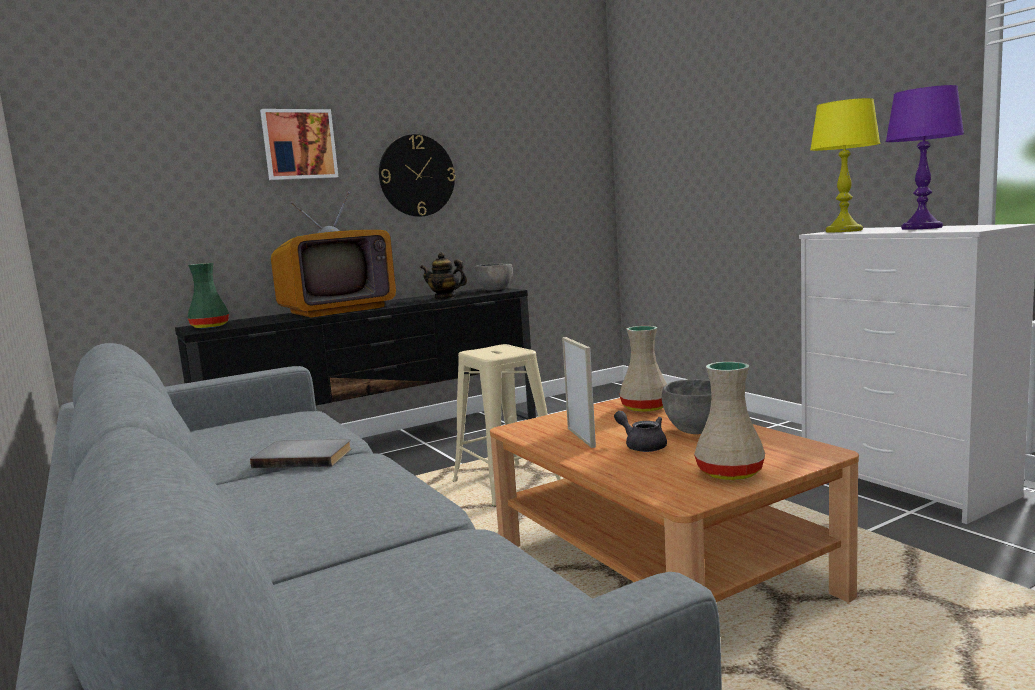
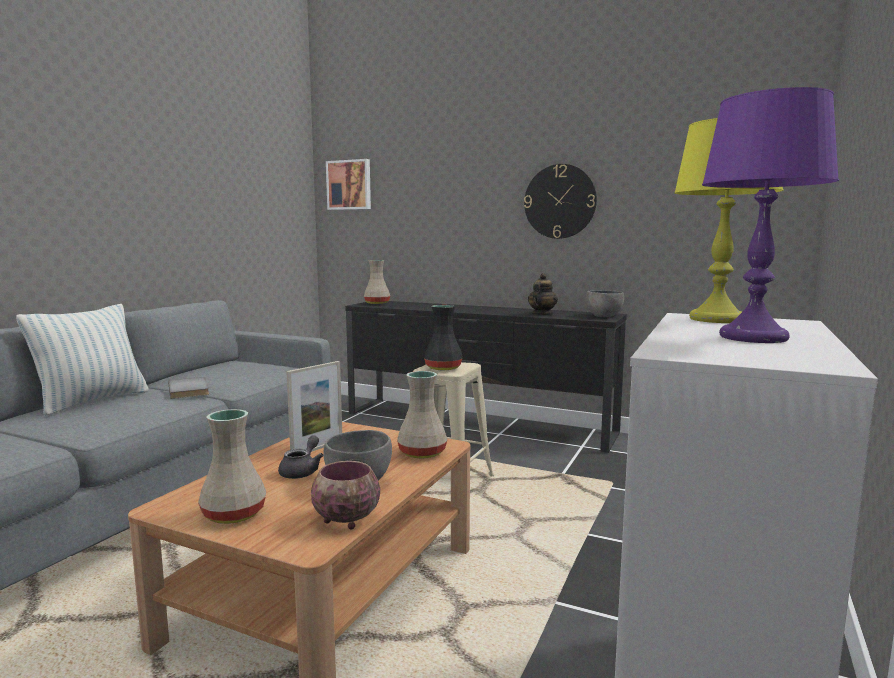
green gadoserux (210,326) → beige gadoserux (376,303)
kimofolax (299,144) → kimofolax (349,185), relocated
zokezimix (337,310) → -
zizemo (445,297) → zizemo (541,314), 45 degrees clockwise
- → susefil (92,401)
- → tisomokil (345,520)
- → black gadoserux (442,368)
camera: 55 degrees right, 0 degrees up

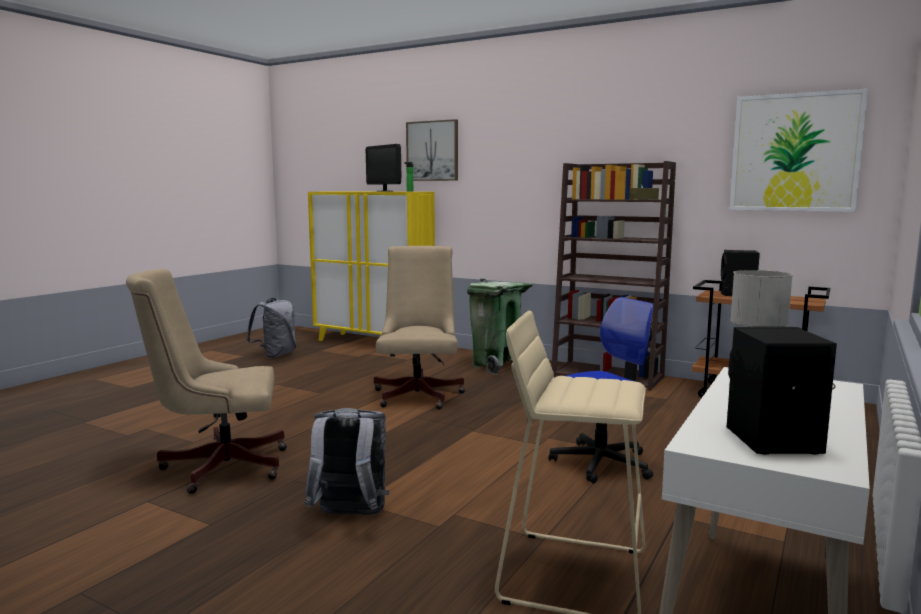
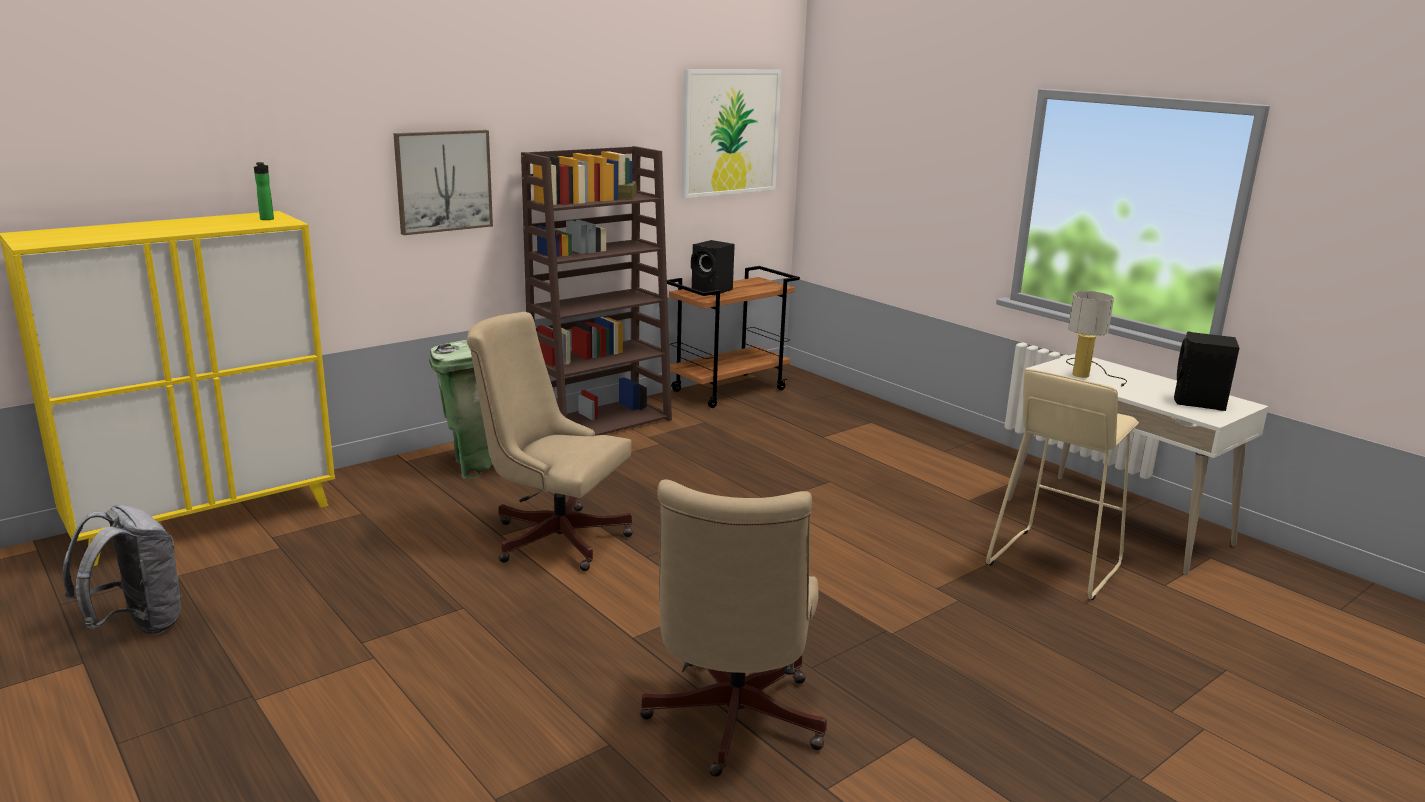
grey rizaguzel (349,516) → -
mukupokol (385,191) → -
kimofolax (432,151) → kimofolax (443,181), relocated
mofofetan (602,463) → -
camera: 70 degrees left, 10 degrees up

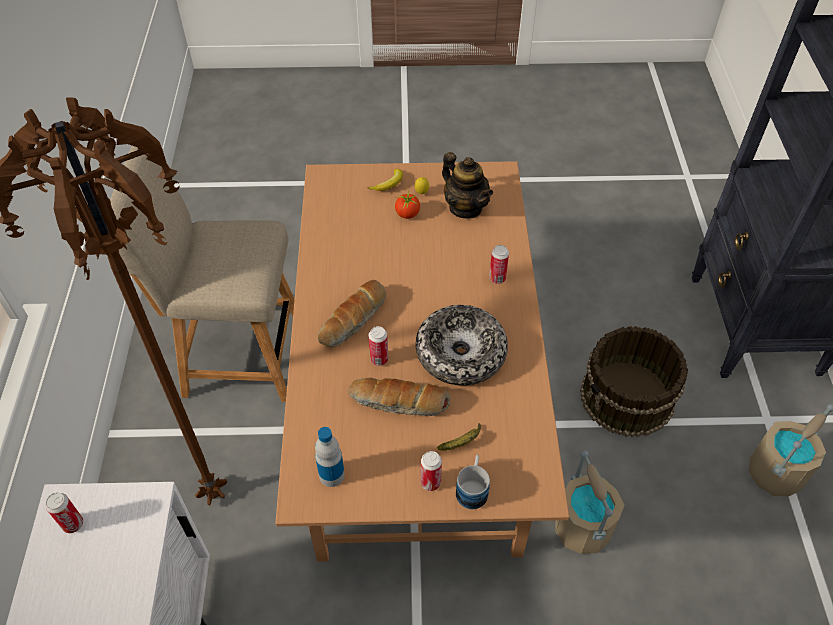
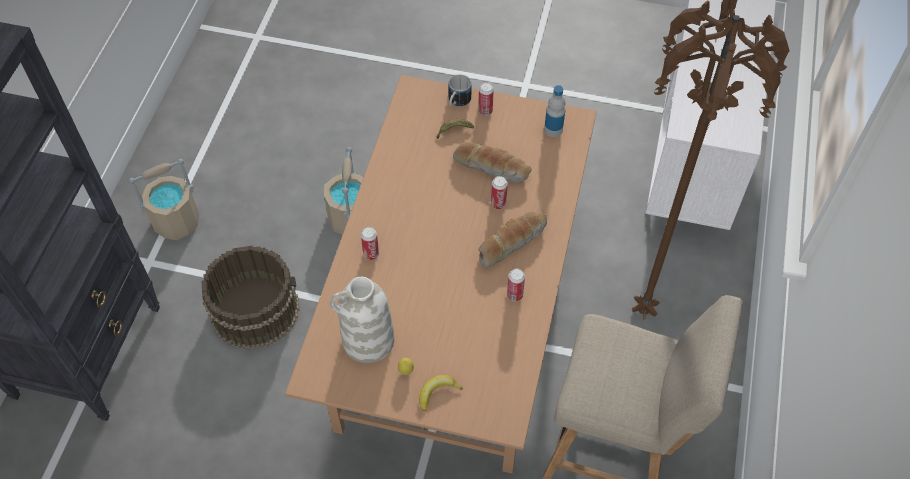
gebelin (73,524) → gebelin (514,295), relocated
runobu (407,214) → -
tisomokil (460,353) → -
zizemo (465,207) → white gadoserux (367,341)
camera: 165 degrees left, 5 degrees up

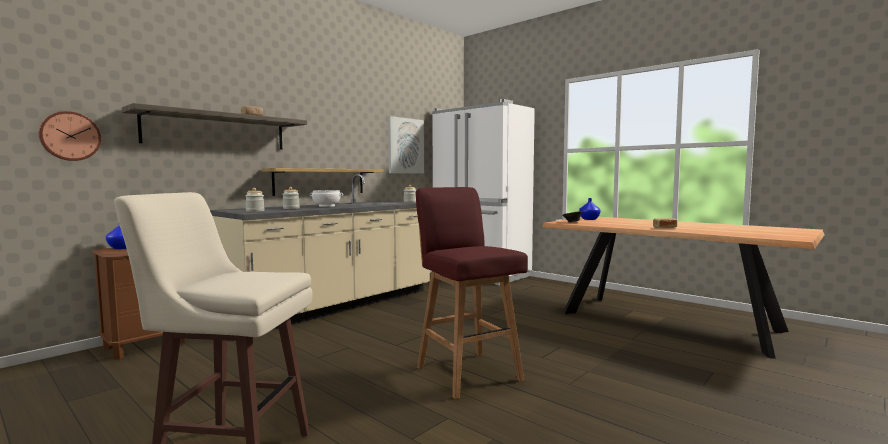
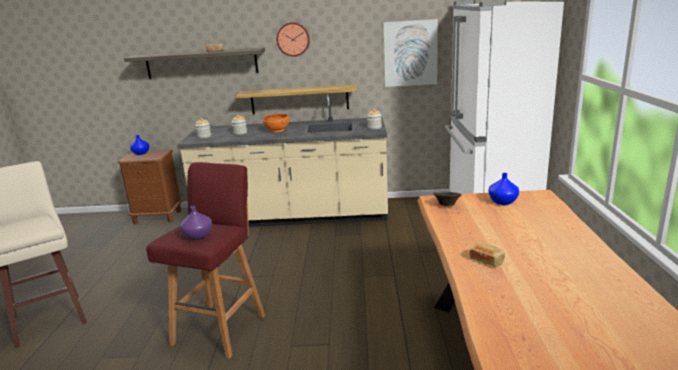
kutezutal (70,136) → kutezutal (293,39), relocated
white tisomokil (327,206) → orange tisomokil (277,130)
- → purple gadoserux (198,236)
camera: 50 degrees right, 15 degrees up

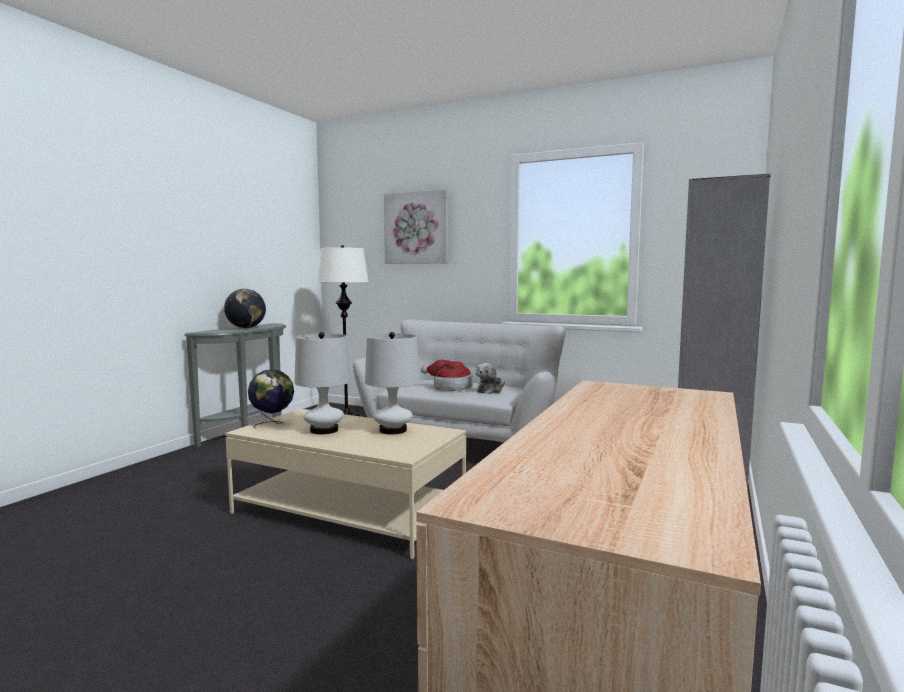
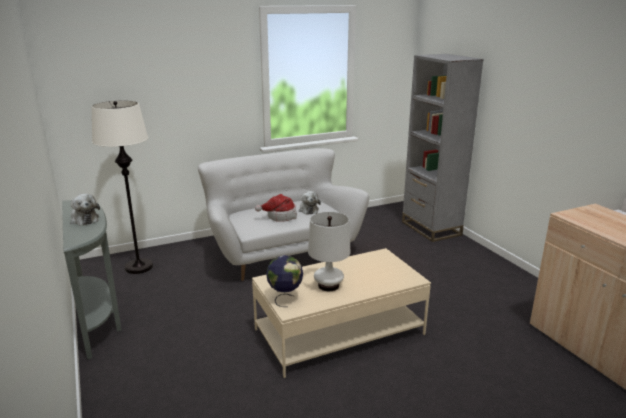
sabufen (246,328) → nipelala (84,219)
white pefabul (393,430) → -
kimofolax (416,228) → -
camera: 50 degrees left, 15 degrees up

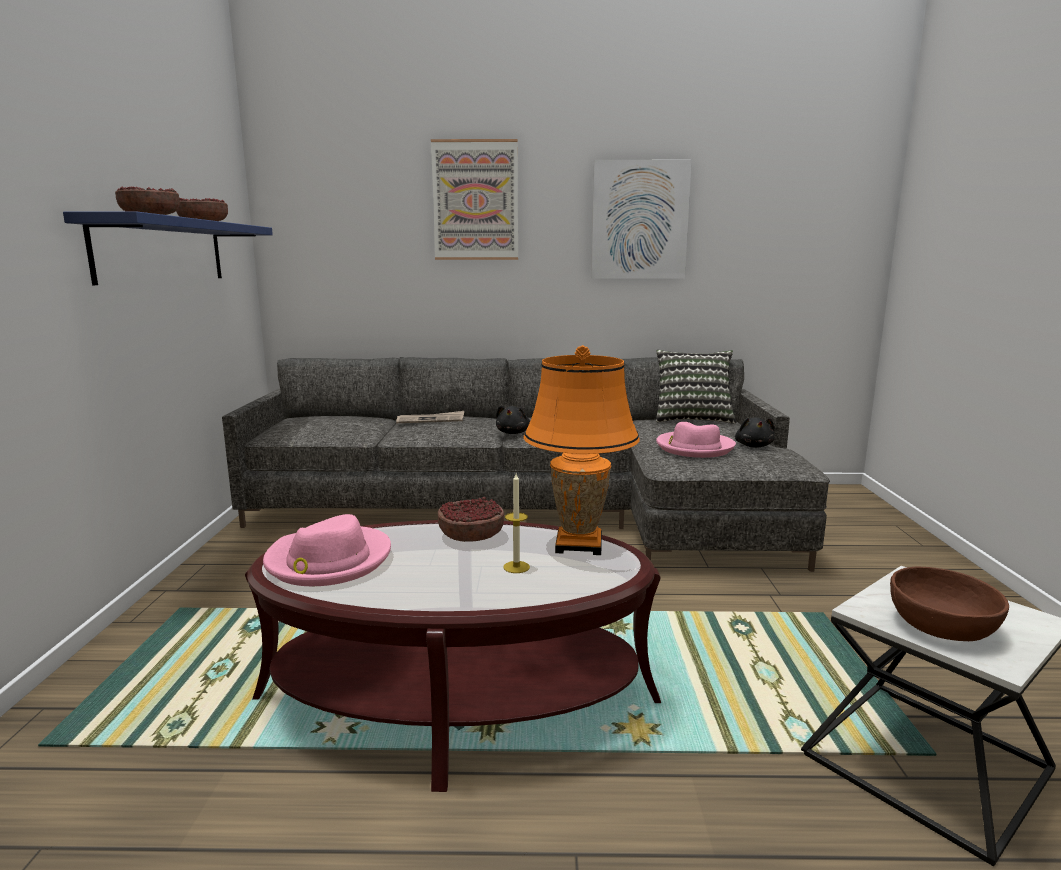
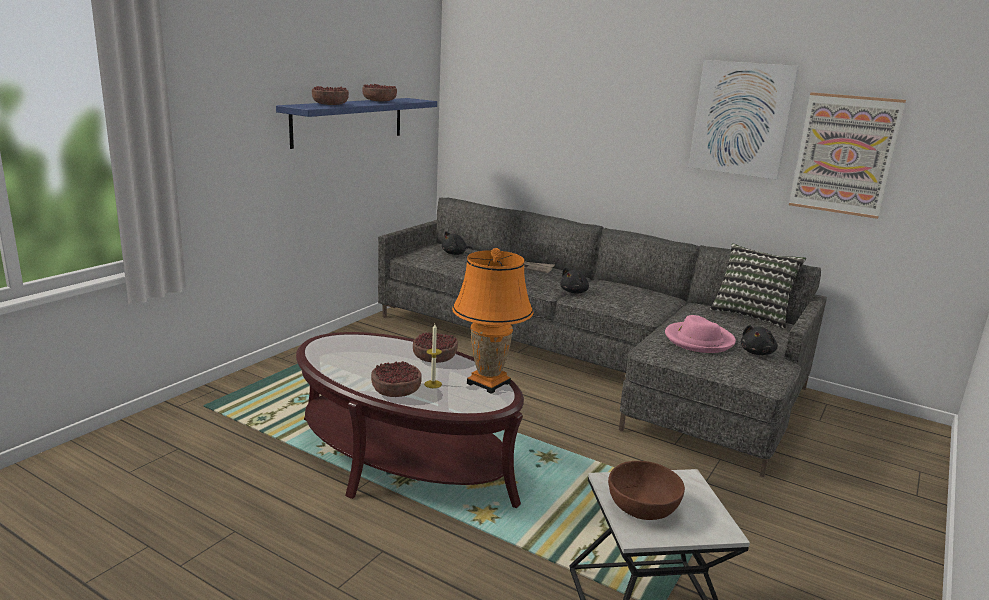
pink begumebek (328,561) → -
kimofolax (475,201) → kimofolax (844,155), relocated
- → tisomokil (396,391)
- → black nipelala (455,254)
camera: 30 degrees right, 5 degrees up

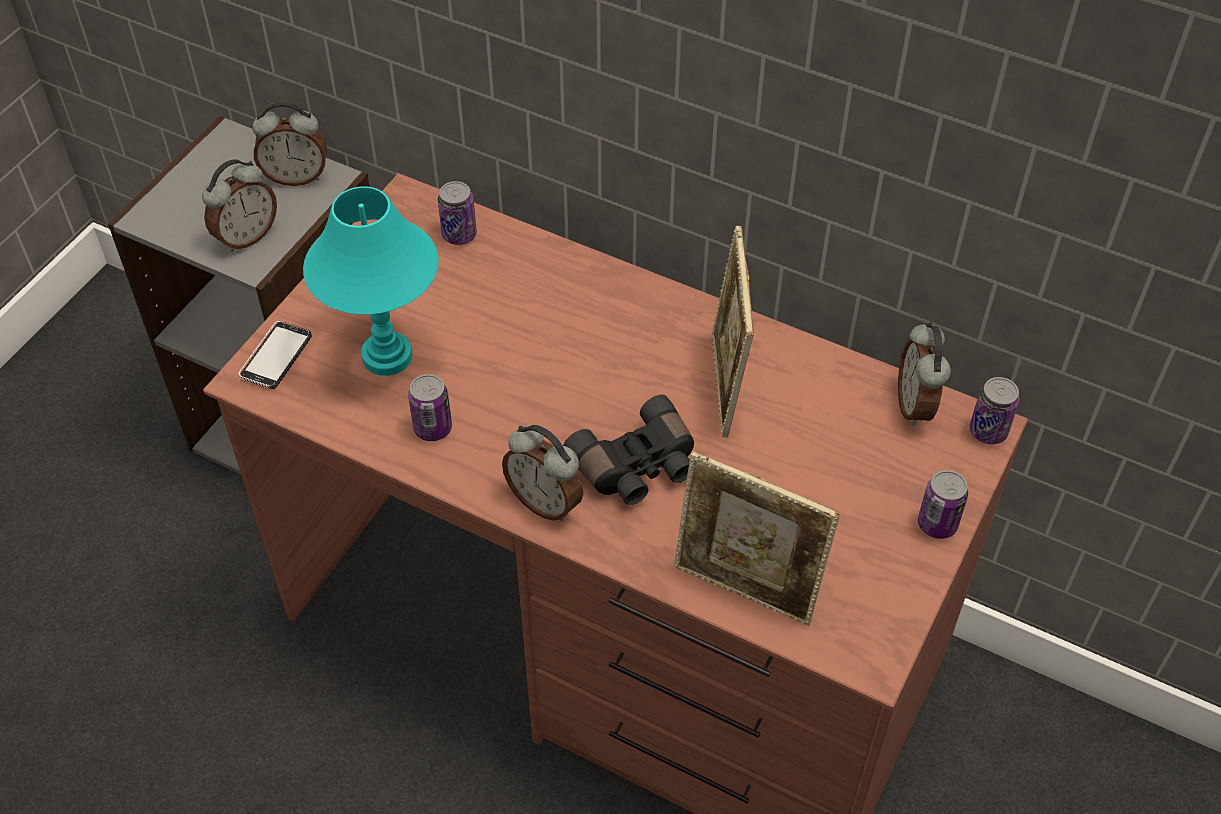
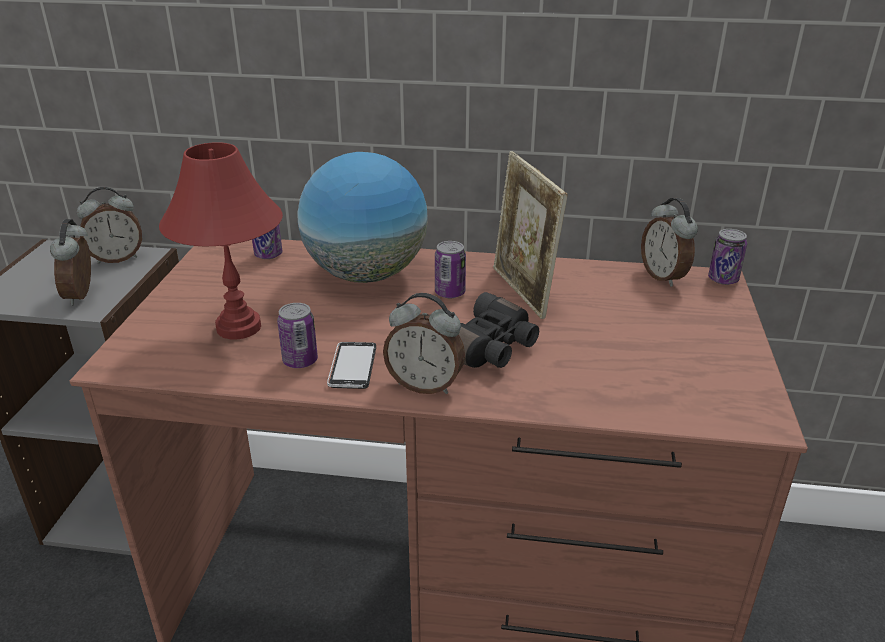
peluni (246,236) → peluni (83,295), 150 degrees clockwise
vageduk (276,357) → vageduk (352,367), relocated
turquoise pefabul (387,355) → red pefabul (239,327)
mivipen (746,589) → -
gebelin (937,524) → gebelin (450,293), relocated
- → sabufen (366,275)
camera: 20 degrees left, 20 degrees down

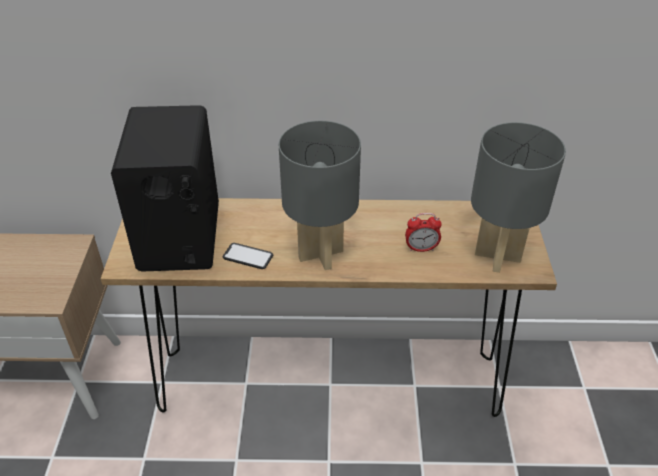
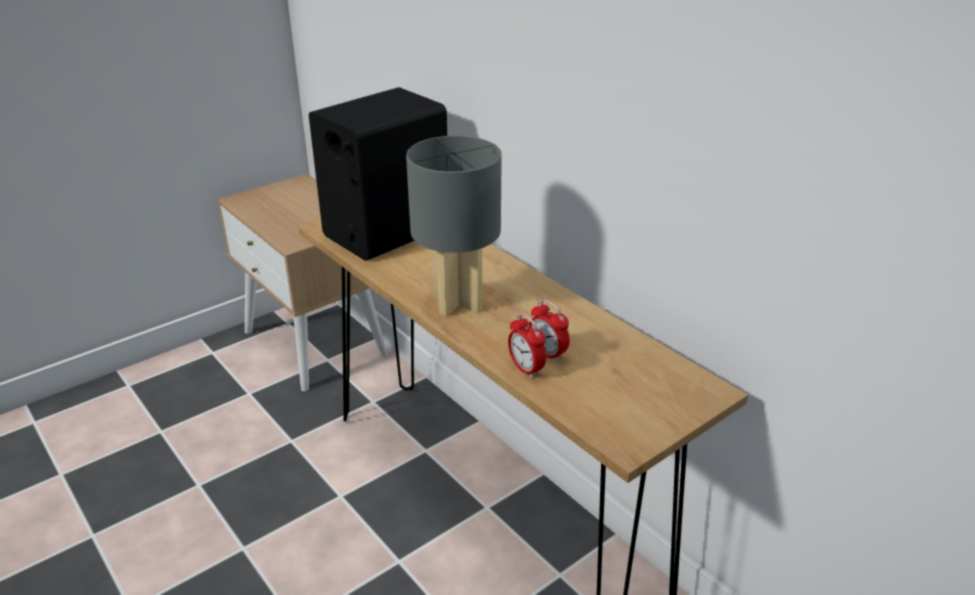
vageduk (248,256) → -
grey pefabul (497,256) → -
- → peluni (526,369)
camera: 50 degrees right, 10 degrees down

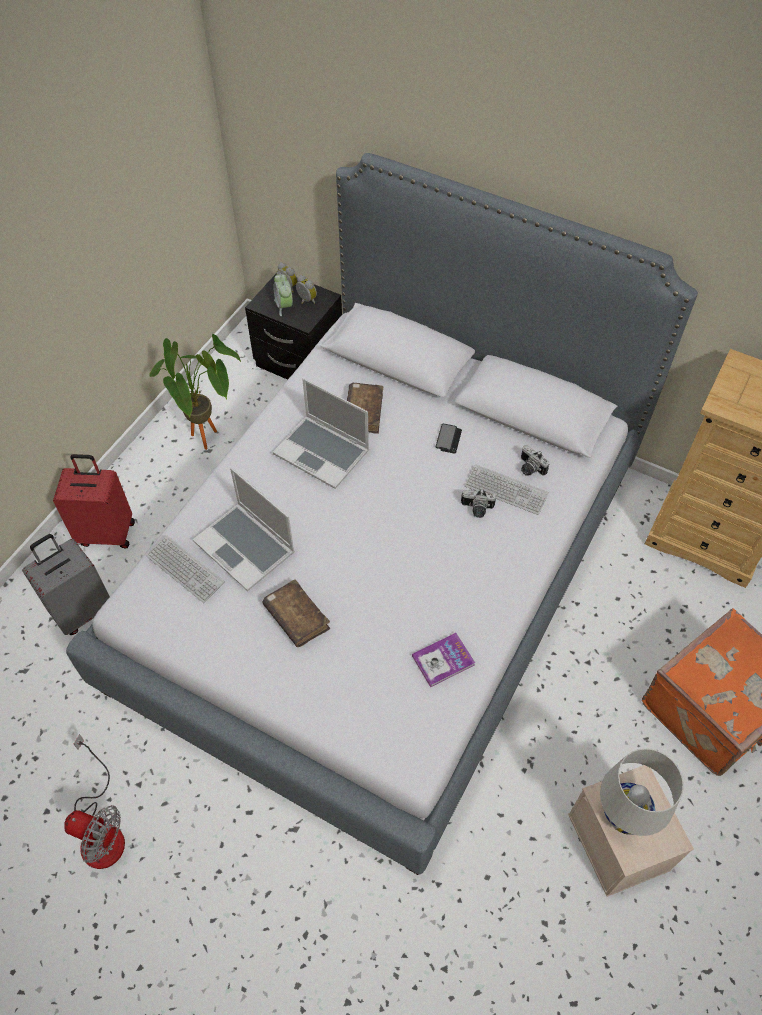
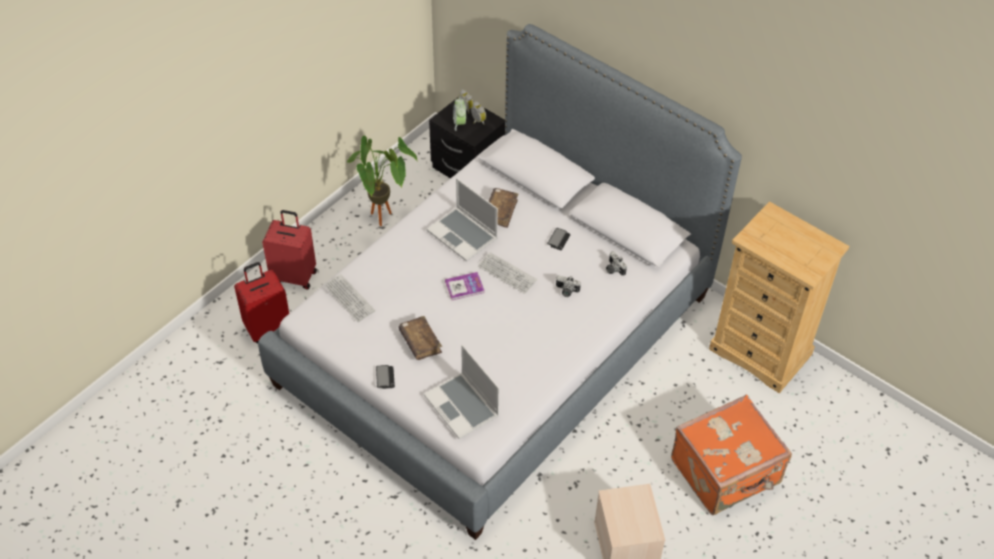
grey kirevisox (82,610) → red kirevisox (268,328)
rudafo (101,829) → -
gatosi (246,547) → gatosi (463,406), relocated
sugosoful (443,660) → sugosoful (464,287), relocated
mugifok (506,490) → mugifok (507,273), relocated
white pefabul (625,813) → -
- → vageduk (385,377)
camera: 10 degrees right, 5 degrees down

